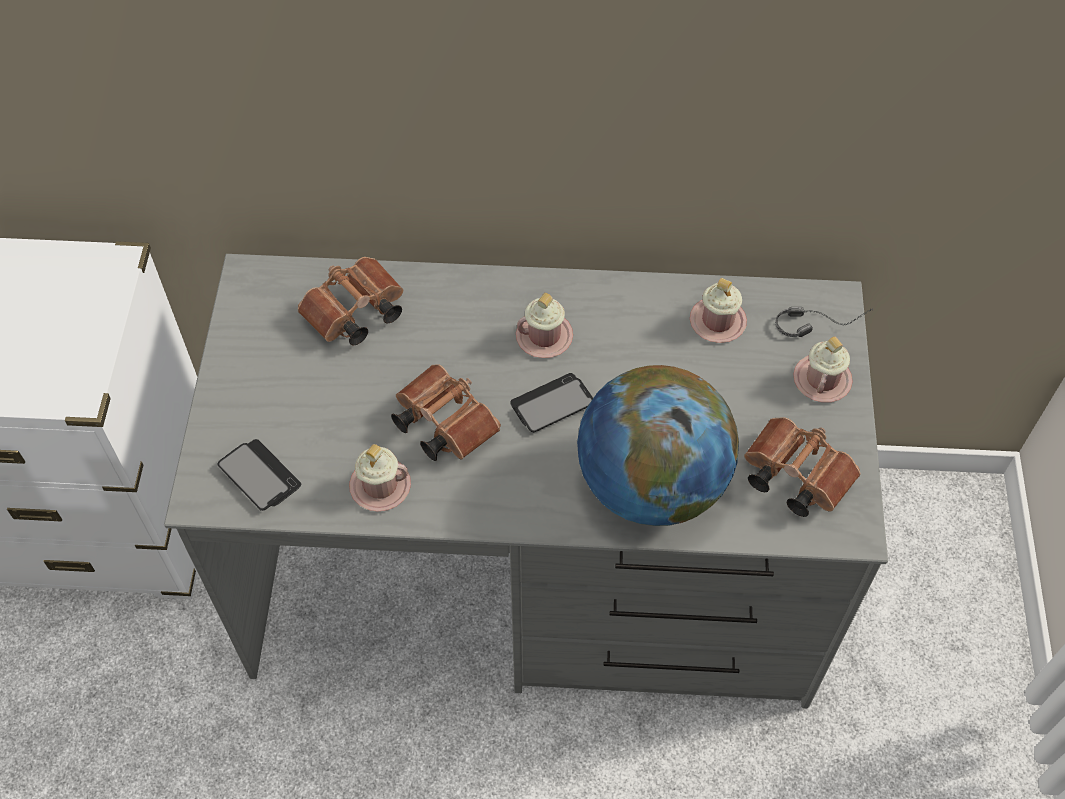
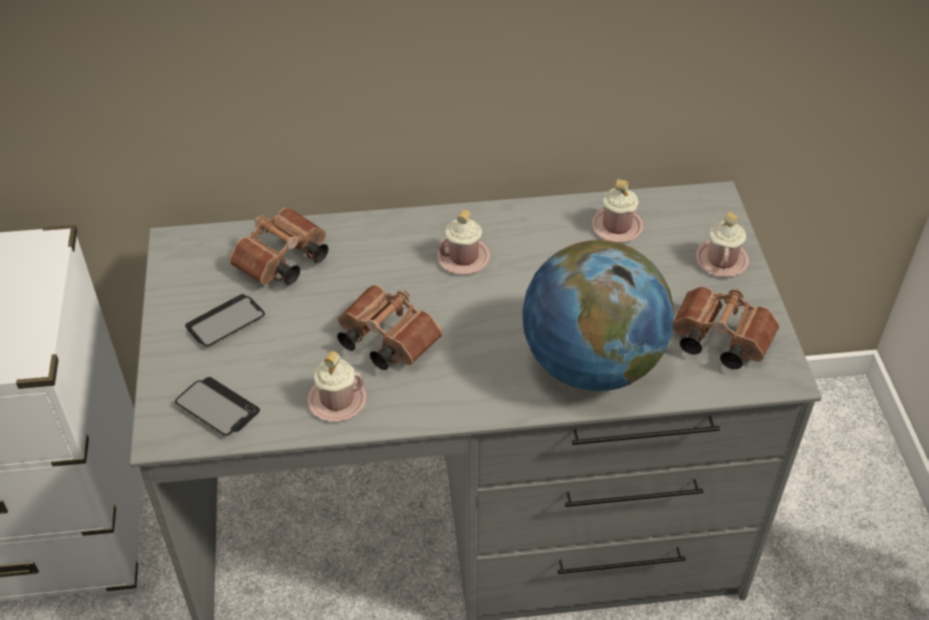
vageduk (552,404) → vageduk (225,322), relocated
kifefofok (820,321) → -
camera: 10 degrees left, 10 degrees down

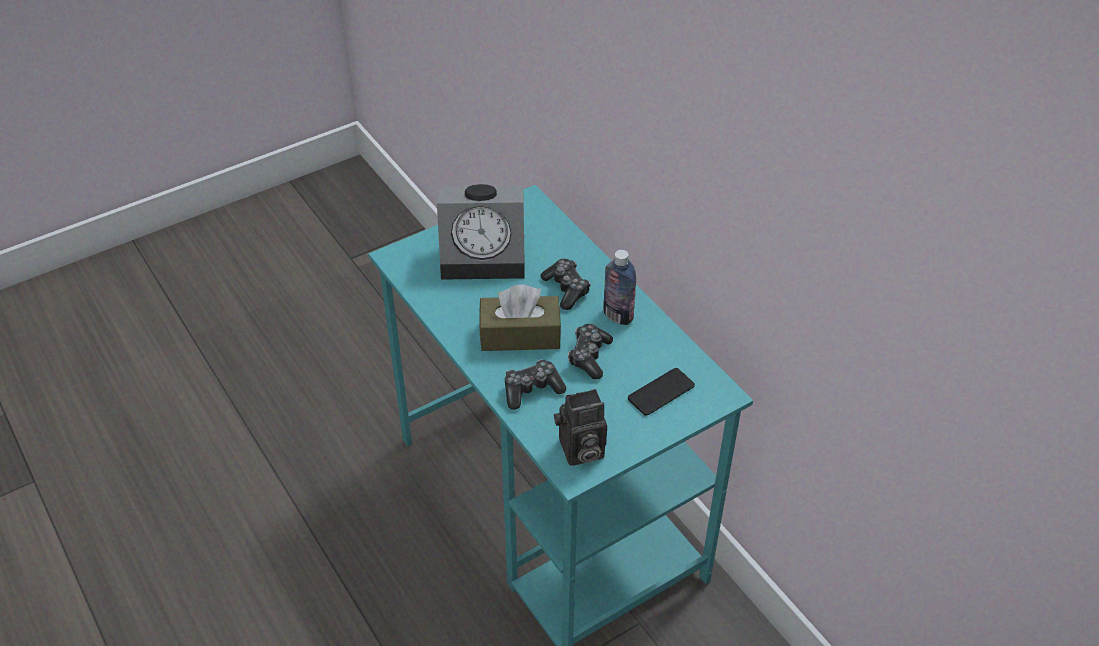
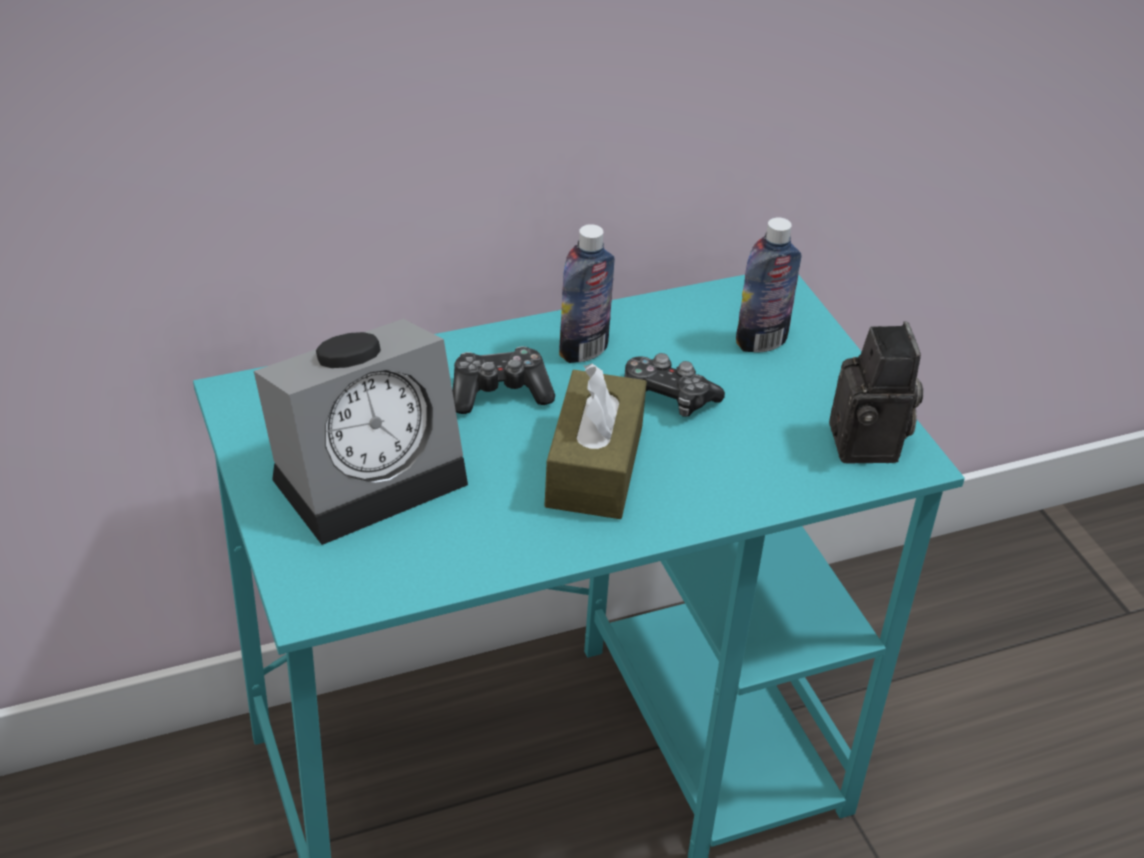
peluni (486,256) → peluni (370,474), 45 degrees clockwise
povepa (532,390) → -
vageduk (661,392) → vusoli (761,342)
camera: 80 degrees left, 5 degrees down

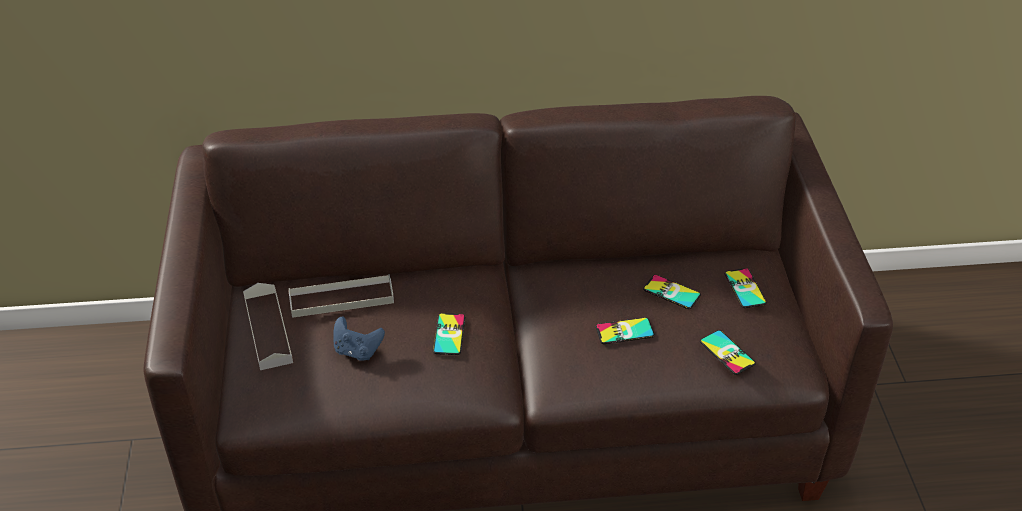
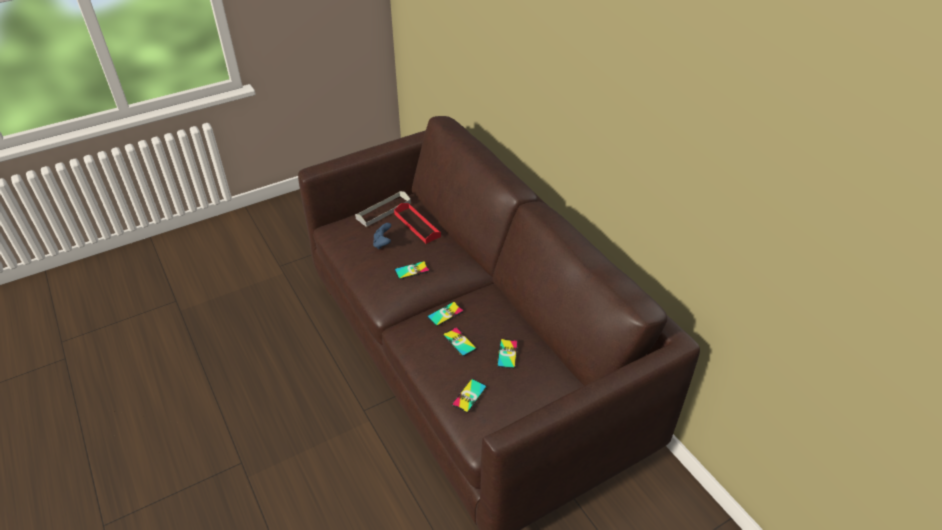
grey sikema (341,299) → red sikema (417,225)
vageduk (745,288) → vageduk (445,314), relocated
camera: 65 degrees right, 0 degrees up

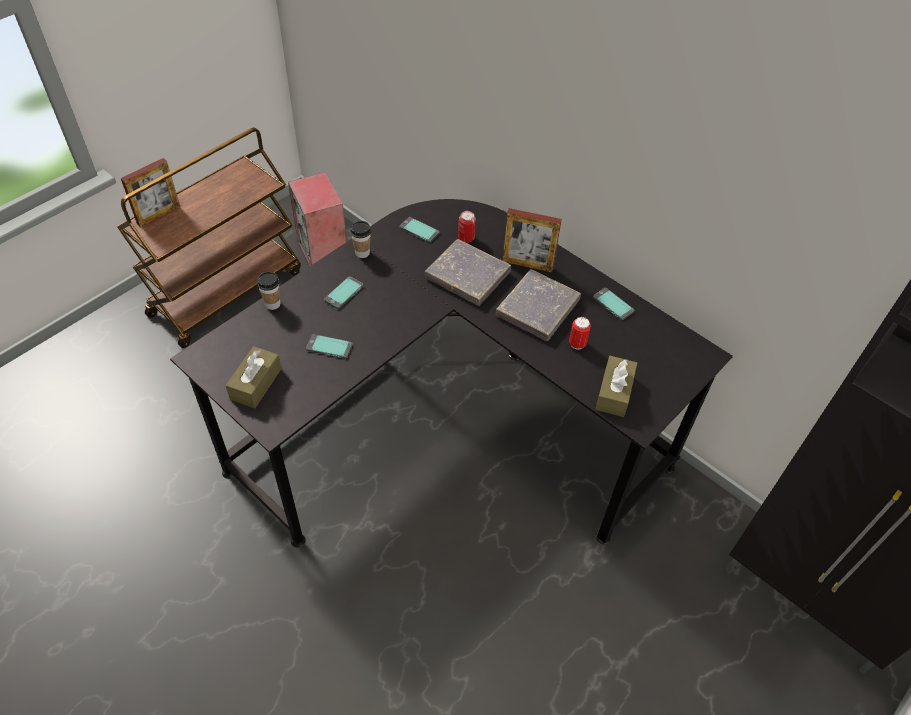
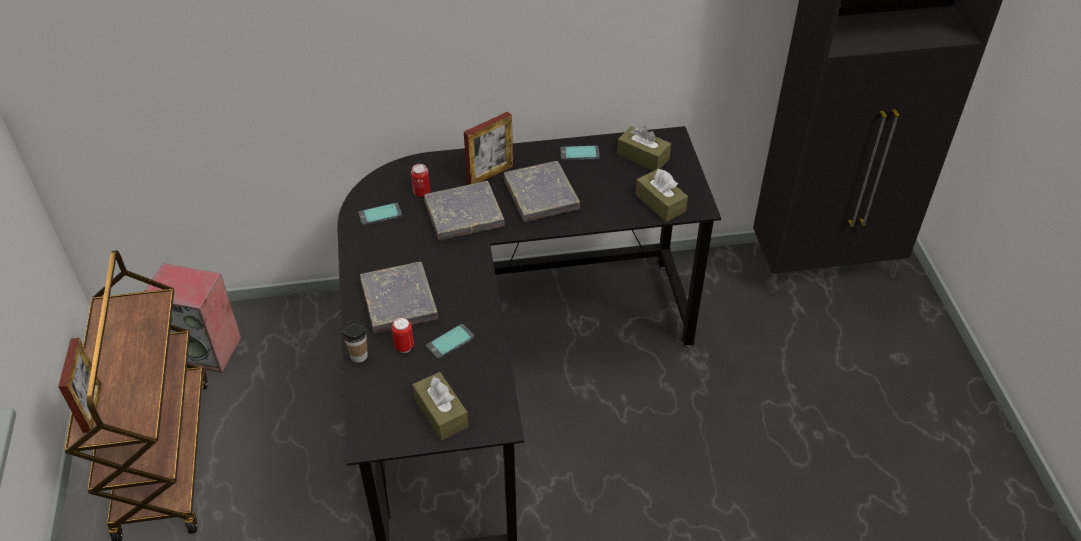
vageduk (344,293) → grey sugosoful (399,301)
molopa (362,253) → -
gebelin (577,344) → gebelin (404,347), relocated
- → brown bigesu (643,156)
camera: 50 degrees left, 5 degrees down

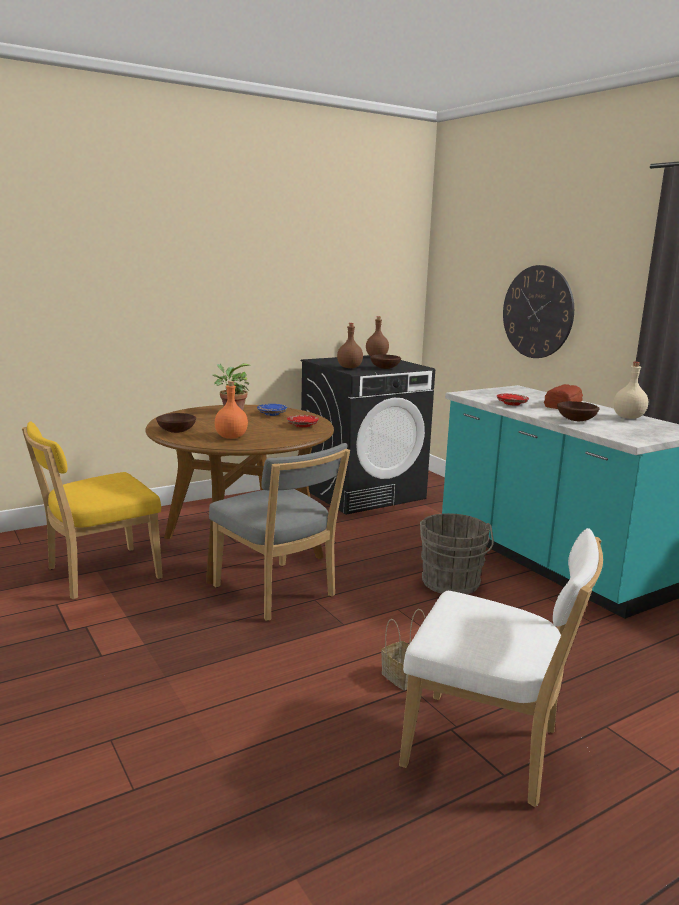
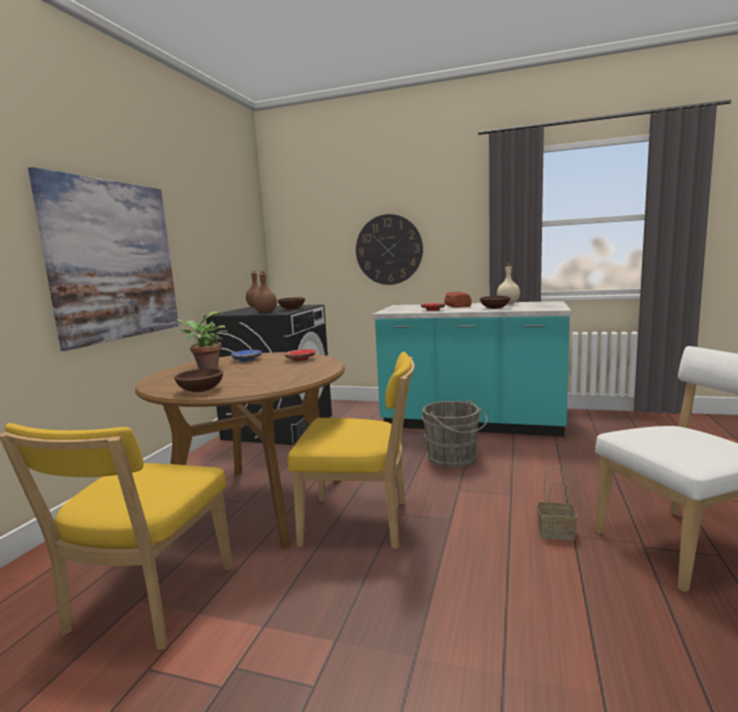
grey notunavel (278,593) → yellow notunavel (361,523)
orange vusoli (231,437) → -
- → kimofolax (114,260)
camera: 40 degrees left, 5 degrees down

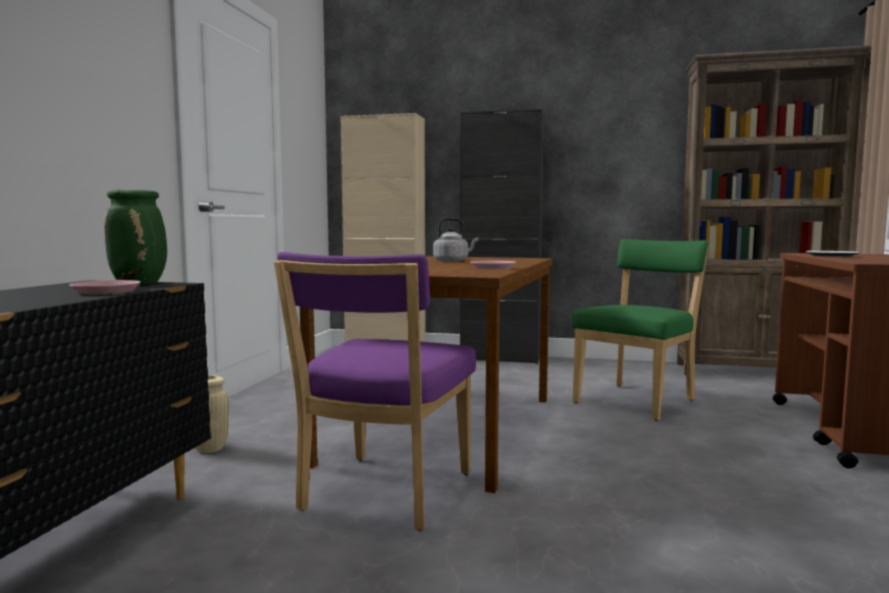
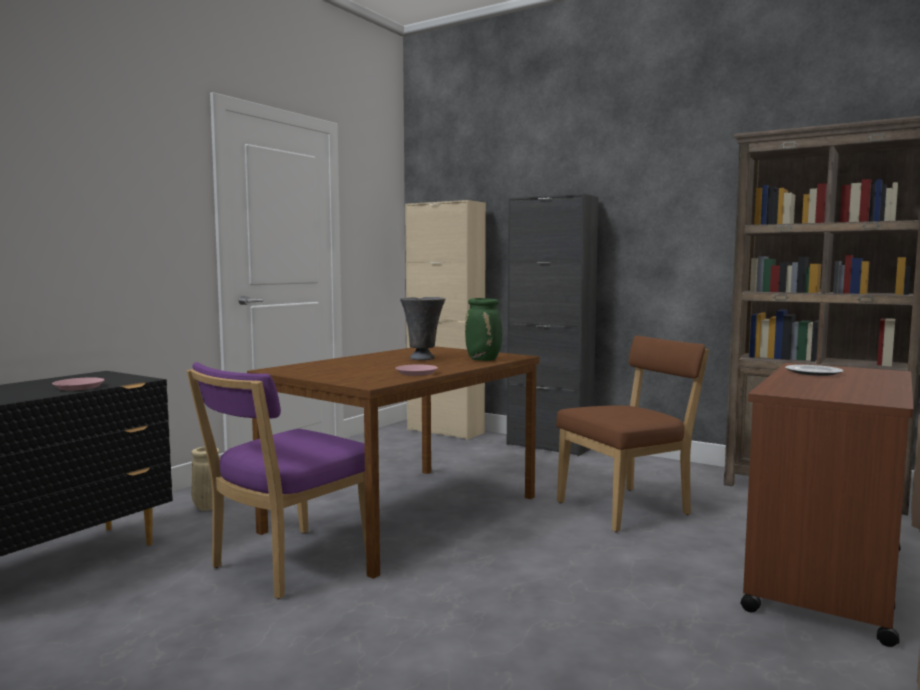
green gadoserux (140,283) → green gadoserux (484,360), relocated
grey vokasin (453,261) → grey gadoserux (423,358)
green notunavel (638,400) → brown notunavel (628,508)
camera: 20 degrees right, 0 degrees up

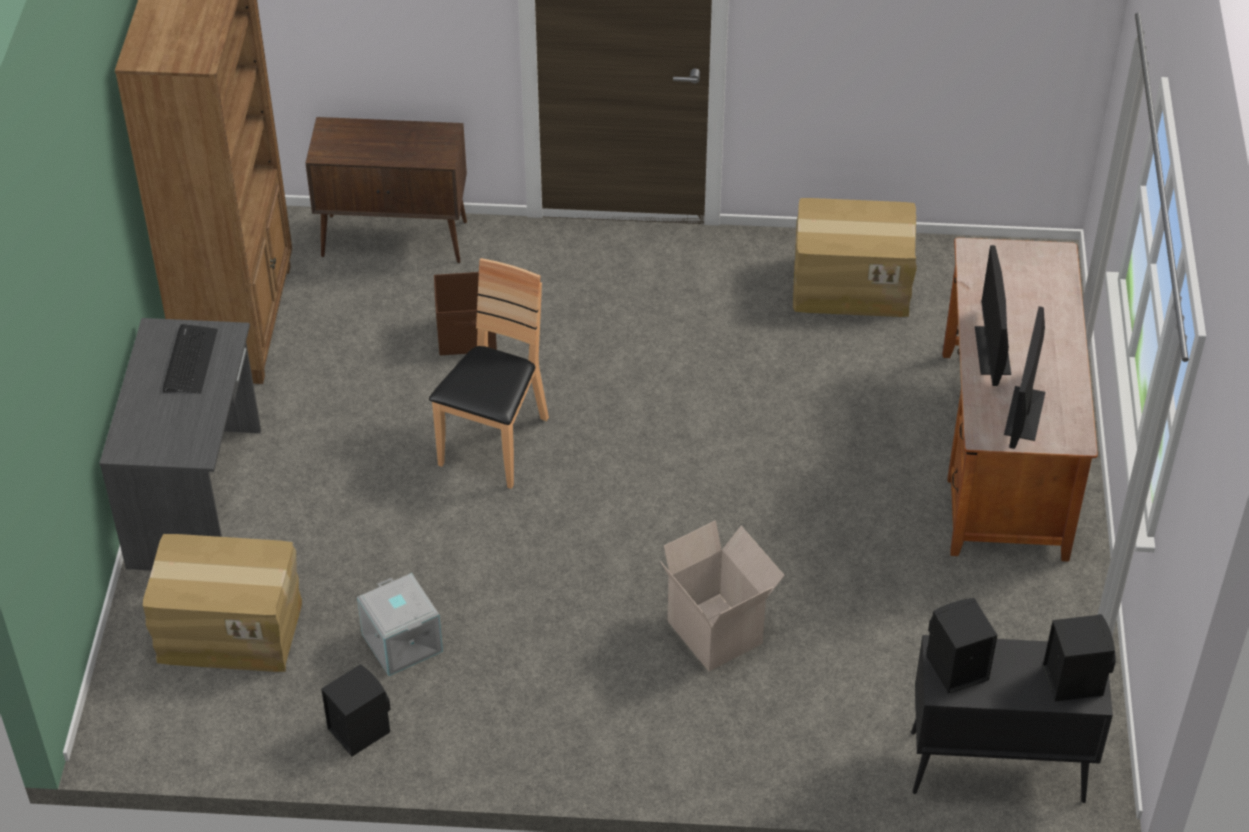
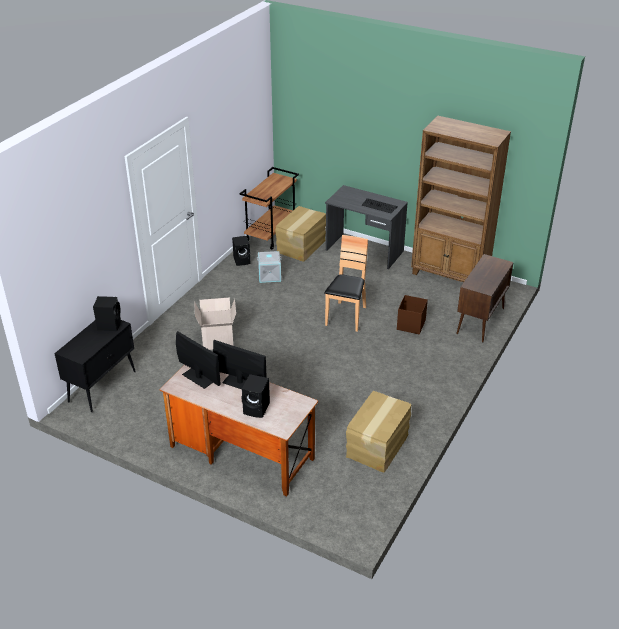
brown notunavel (495,443) → brown notunavel (346,317), 120 degrees counterclockwise
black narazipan (1073,678) → black narazipan (257,409), relocated
- → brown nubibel (271,234)
camera: 115 degrees right, 10 degrees down

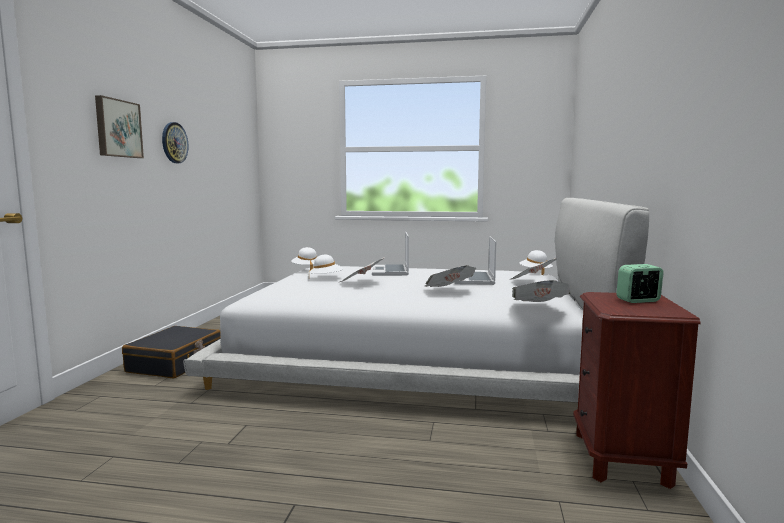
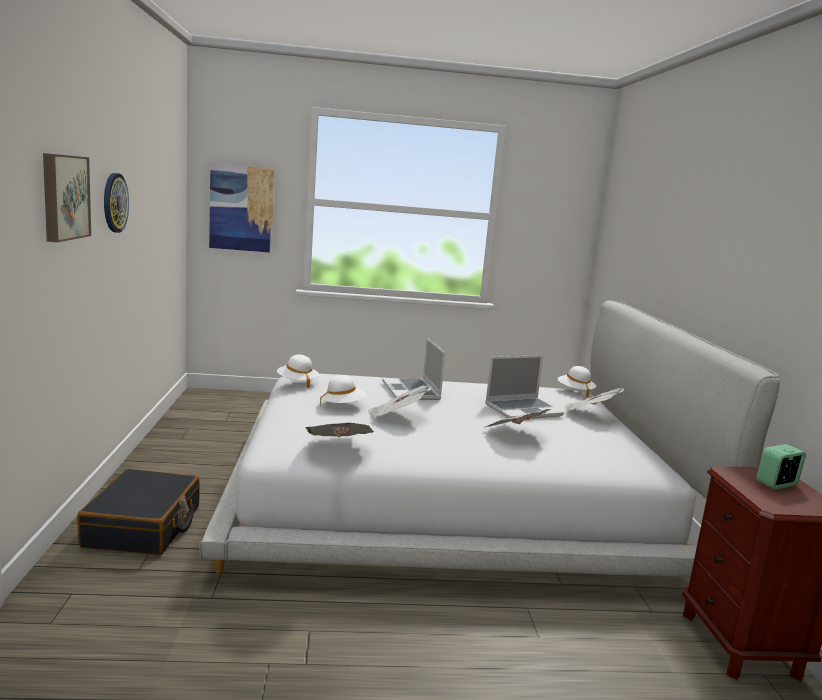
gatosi (474,280) → gatosi (523,410), 105 degrees counterclockwise
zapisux (539,308) → zapisux (338,448), relocated
- → kimofolax (241,208)
camera: 15 degrees left, 5 degrees up

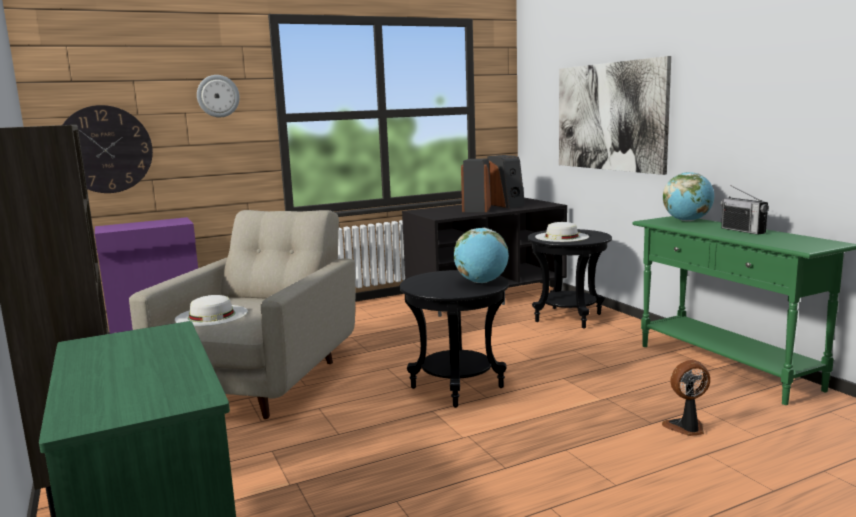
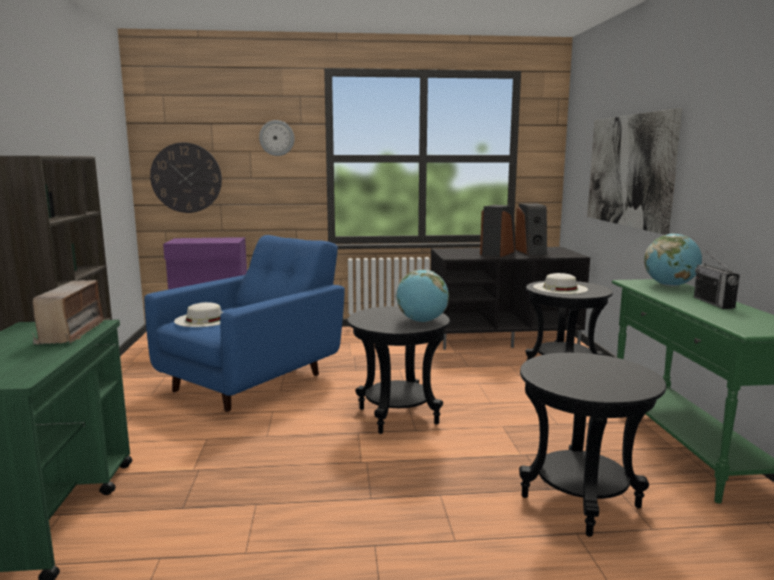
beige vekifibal (264,380) → blue vekifibal (255,380)
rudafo (686,428) → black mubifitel (580,502)
- → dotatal (72,332)
camera: 20 degrees right, 0 degrees up

